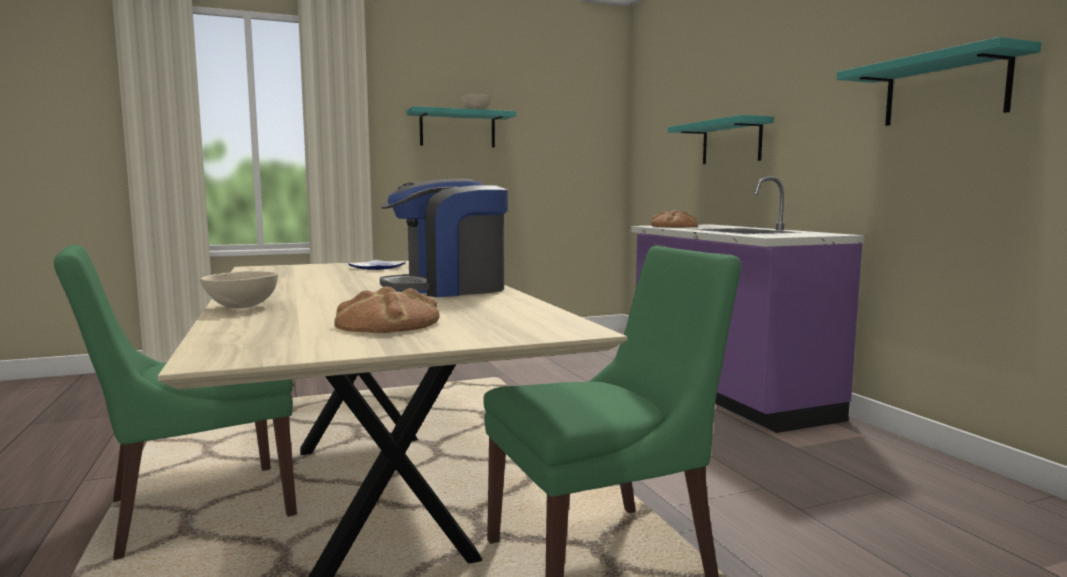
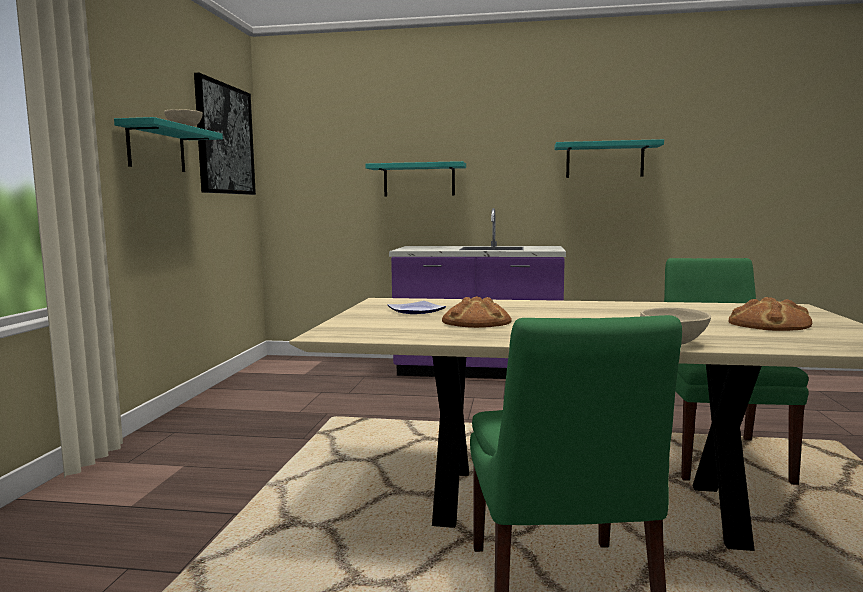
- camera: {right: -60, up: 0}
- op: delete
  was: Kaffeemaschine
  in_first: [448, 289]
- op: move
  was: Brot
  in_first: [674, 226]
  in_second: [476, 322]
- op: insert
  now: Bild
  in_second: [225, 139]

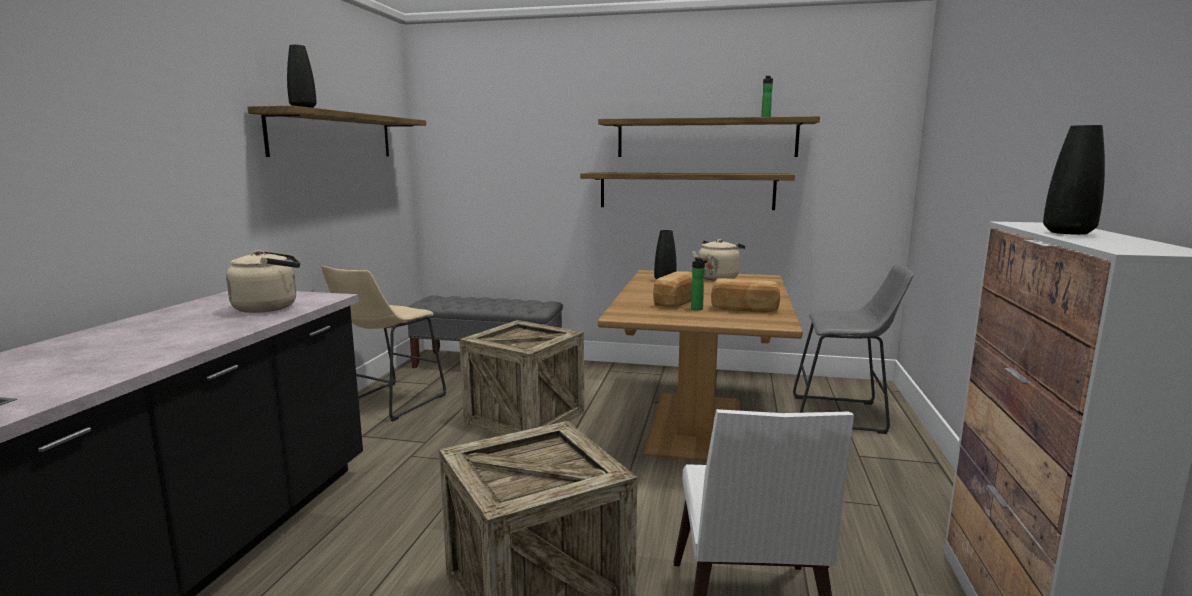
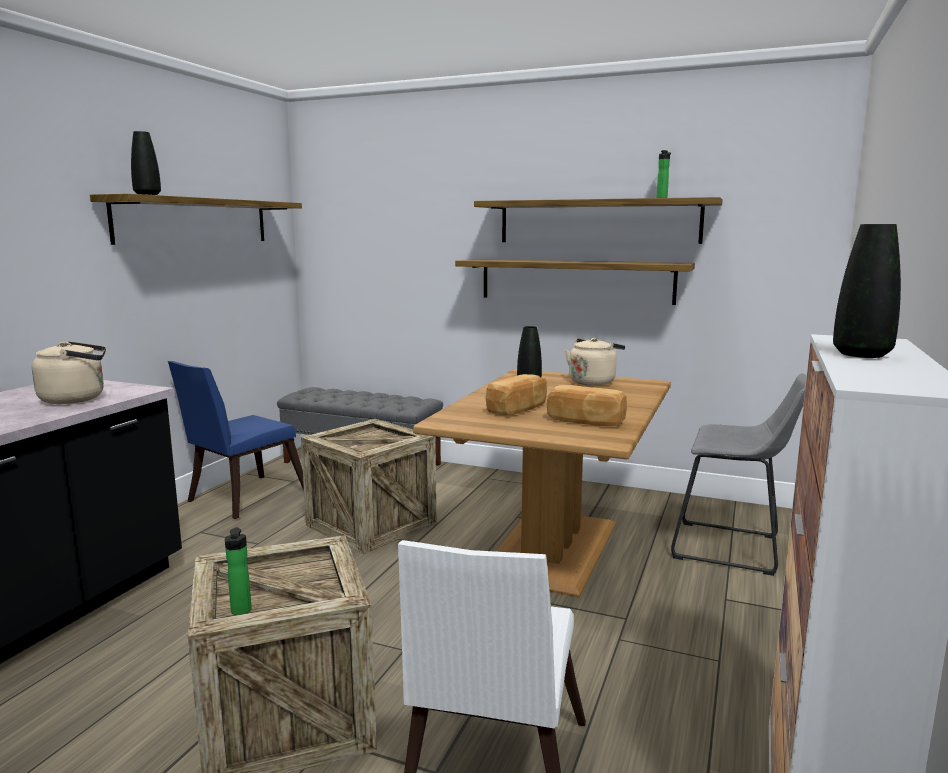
- camera: {right: 10, up: 0}
- op: replace
  was: Hocker (beige)
  now: Stuhl (blau)
  in_first: [387, 403]
  in_second: [241, 499]
- op: move
  was: Flasche
  in_first: [697, 309]
  in_second: [240, 612]

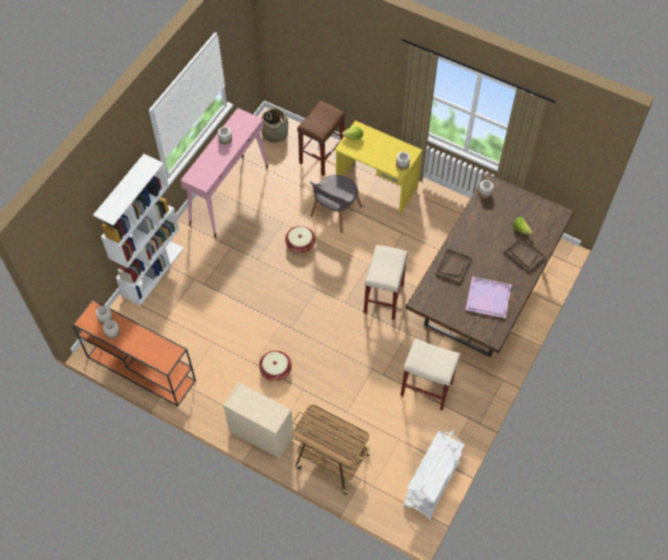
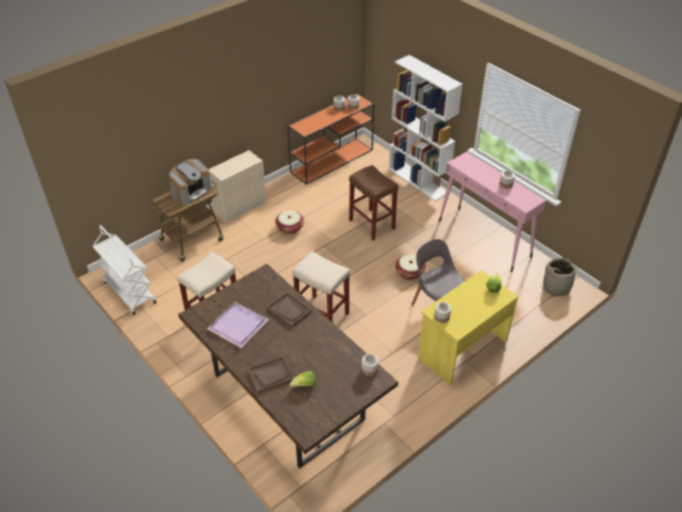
- camera: {right: 110, up: -15}
- op: move
  was: Hocker (braun)
  in_first: [322, 156]
  in_second: [372, 224]
- op: insert
  now: Kaffeemaschine
  in_second: [191, 191]

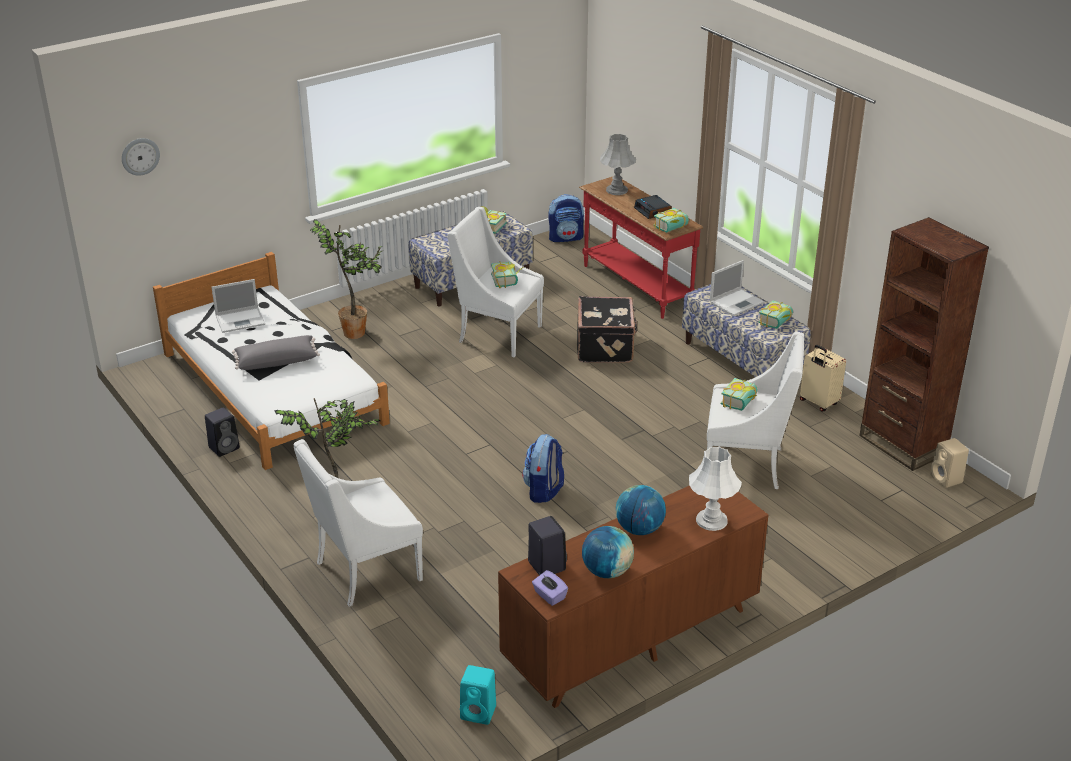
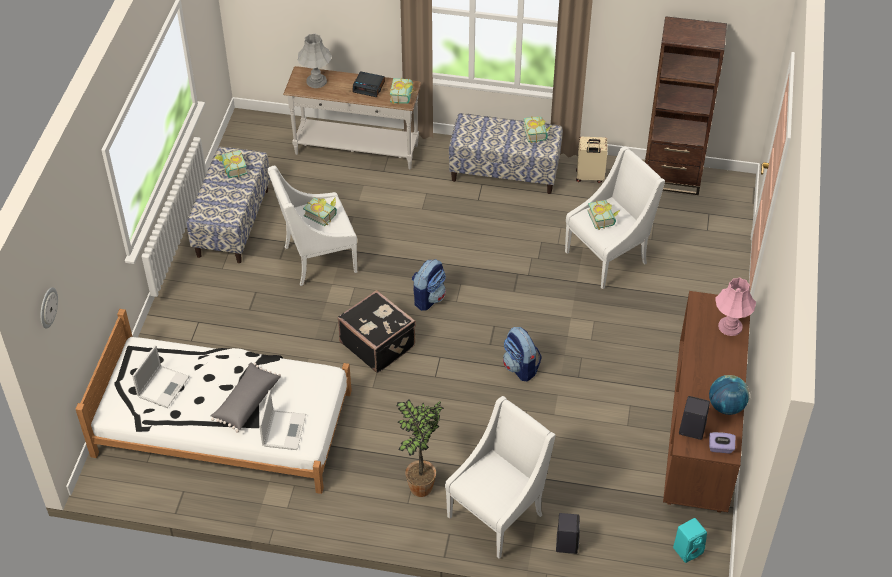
- camera: {right: -45, up: 15}
- op: move
  was: Lautsprecher (schwarz)
  in_first: [225, 447]
  in_second: [566, 542]
- op: rotate
  was: Sessel (weiß)
  in_first: [365, 572]
  in_second: [498, 514]
  clockwise: -150
- op: delete
  was: Topfpflanze
  in_first: [357, 333]
- op: move
  was: Rucksack
  in_first: [566, 238]
  in_second: [429, 298]
- op: move
  was: Koffer (schwarz)
  in_first: [606, 347]
  in_second: [378, 344]
- op: recolor
  was: Konsolentisch (rot)
  now: Konsolentisch (weiß)
  in_first: [635, 286]
  in_second: [356, 150]
- op: delete
  was: Globus
  in_first: [639, 529]
- op: recolor
  was: Tischlampe (weiß)
  now: Tischlampe (rosa)
  in_first: [711, 520]
  in_second: [730, 327]
- op: move
  was: Laptop
  in_first: [737, 302]
  in_second: [284, 429]
- op: delete
  was: Lautsprecher (beige)
  in_first: [947, 479]

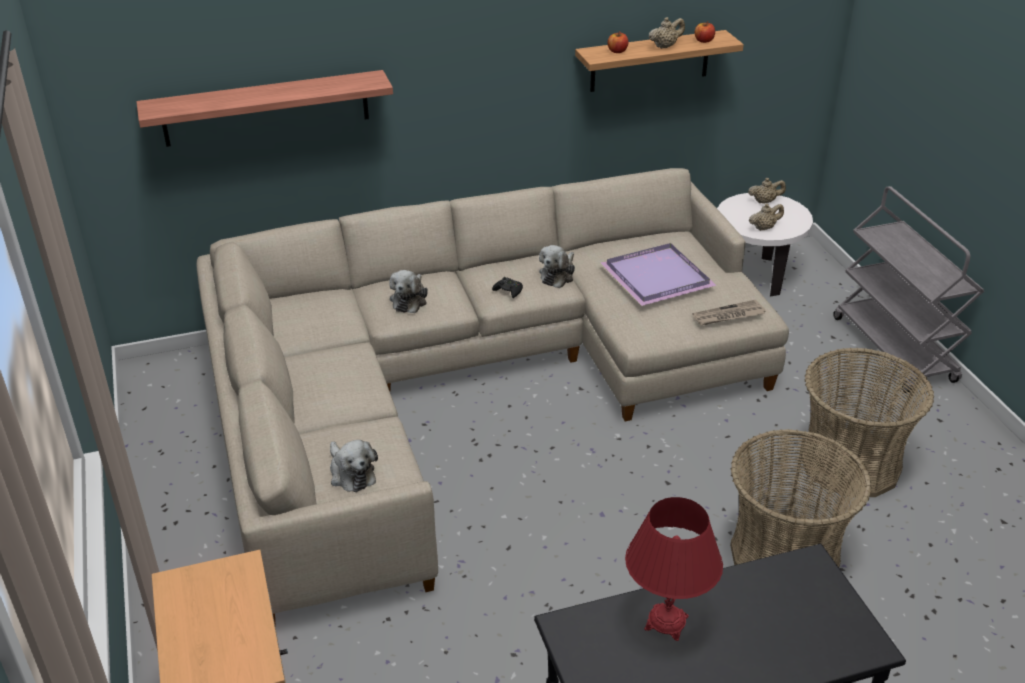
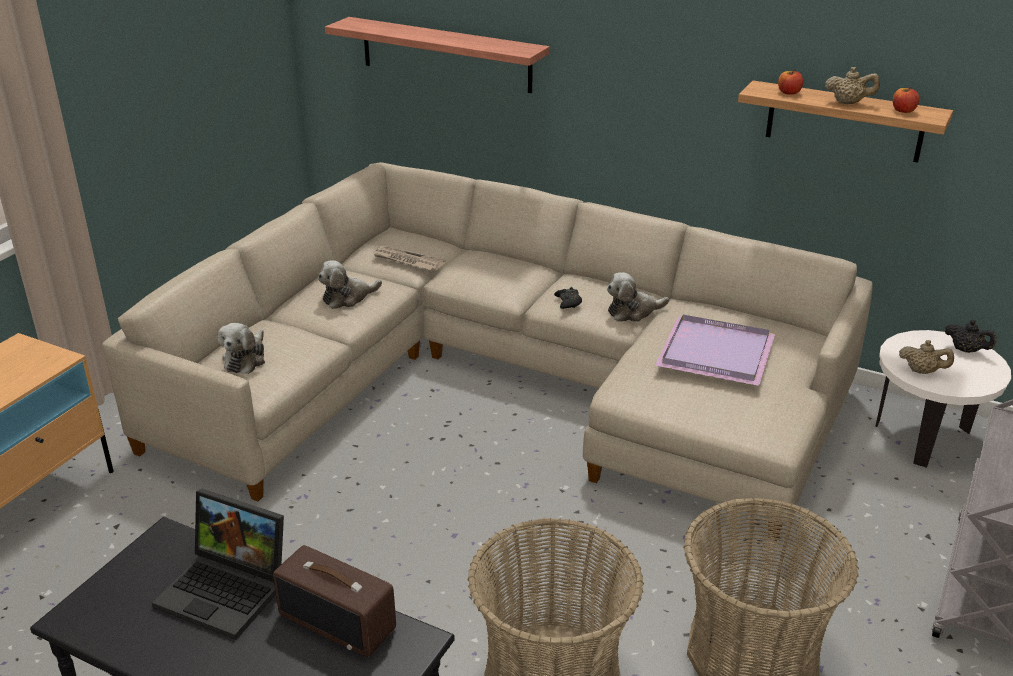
- camera: {right: 45, up: -5}
- op: move
  was: Plüschtier
  in_first: [409, 300]
  in_second: [348, 298]
- op: replace
  was: Tischlampe (rot)
  now: Laptop
  in_first: [666, 622]
  in_second: [228, 590]
- op: move
  was: Zeitung
  in_first: [728, 316]
  in_second: [407, 261]
- op: recolor
  was: Teekanne (beige)
  now: Teekanne (schwarz)
  in_first: [764, 201]
  in_second: [966, 350]
- op: insert
  now: Radio
  in_second: [339, 621]

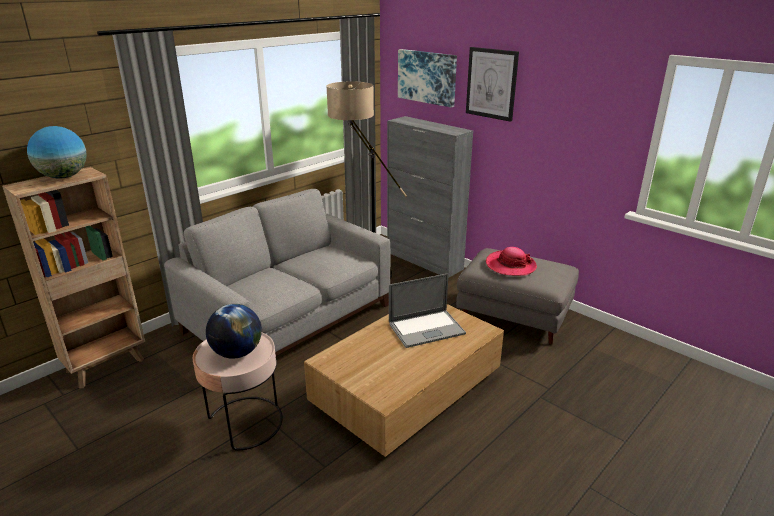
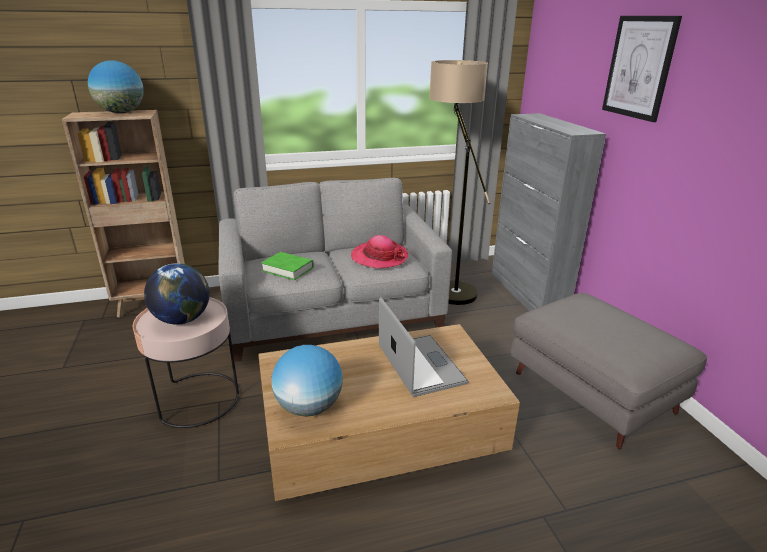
- camera: {right: 30, up: 0}
- op: rotate
  was: Laptop
  in_first: [426, 329]
  in_second: [420, 365]
  clockwise: -120
- op: delete
  was: Bild
  in_first: [427, 77]
- op: move
  was: Hut
  in_first: [510, 265]
  in_second: [379, 257]
- op: insert
  now: Buch (grün)
  in_second: [288, 269]
- op: insert
  now: Globus
  in_second: [309, 407]

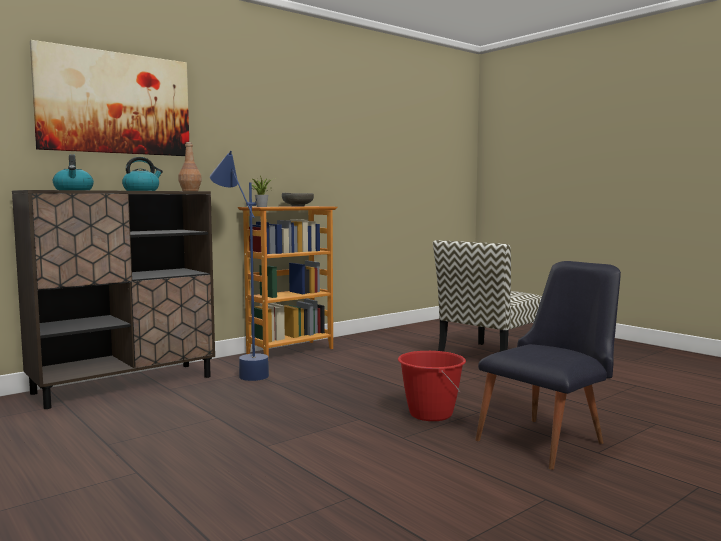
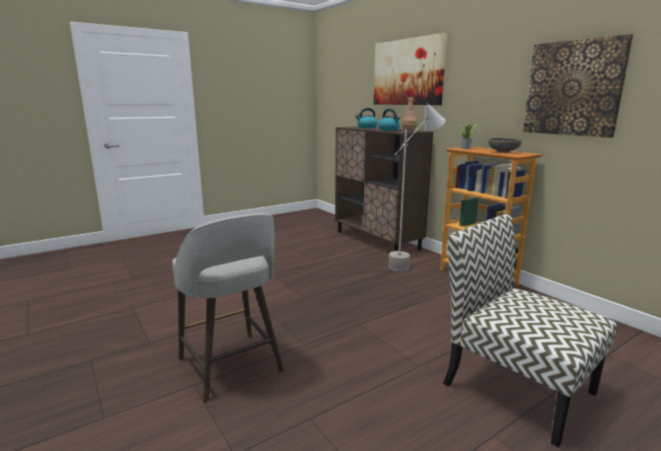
- camera: {right: 95, up: 10}
- op: recolor
  was: Stehlampe (blau)
  now: Stehlampe (grau)
  in_first: [241, 371]
  in_second: [411, 264]
- op: delete
  was: Eimer (rot)
  in_first: [430, 414]
- op: replace
  was: Stuhl (schwarz)
  now: Hocker (grau)
  in_first: [549, 439]
  in_second: [231, 366]
- op: insert
  now: Bild
  in_second: [573, 88]

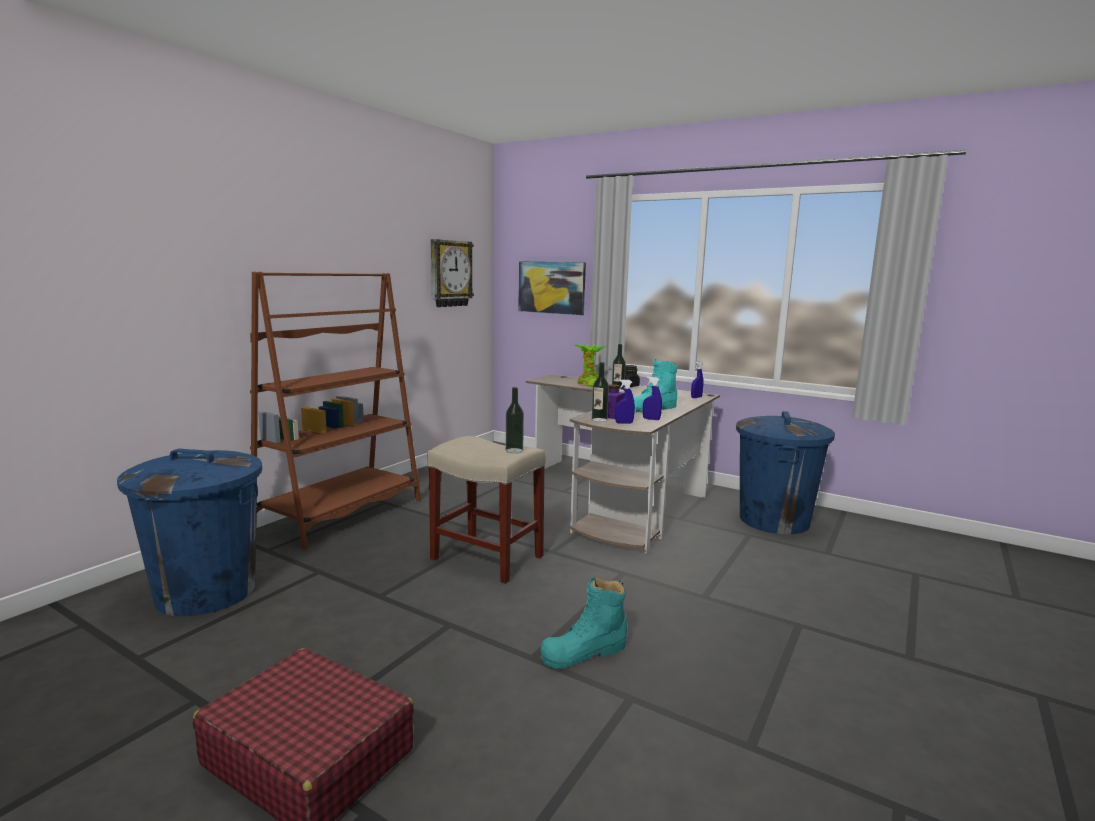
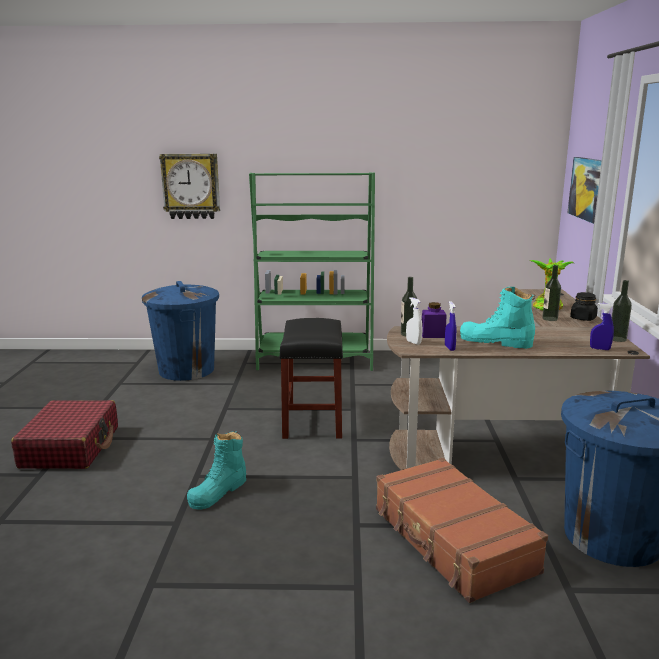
- camera: {right: 60, up: 5}
- op: recolor
  was: Bücherregal (braun)
  now: Bücherregal (grün)
  in_first: [342, 515]
  in_second: [314, 360]
- op: recolor
  was: Hocker (beige)
  now: Hocker (schwarz)
  in_first: [485, 557]
  in_second: [313, 420]
- op: move
  was: Wanduhr
  in_first: [450, 273]
  in_second: [191, 186]
- op: move
  was: Flasche
  in_first: [514, 450]
  in_second: [617, 339]
- op: rotate
  was: Stiefel (türkis)
  in_first: [584, 652]
  in_second: [218, 492]
  clockwise: -90
- op: recolor
  was: Sprühflasche (blau)
  now: Sprühflasche (weiß)
  in_first: [624, 423]
  in_second: [413, 342]
- op: insert
  now: Koffer (braun)
  in_second: [452, 540]

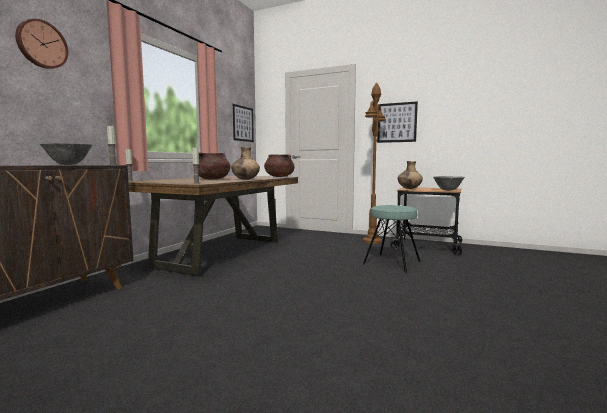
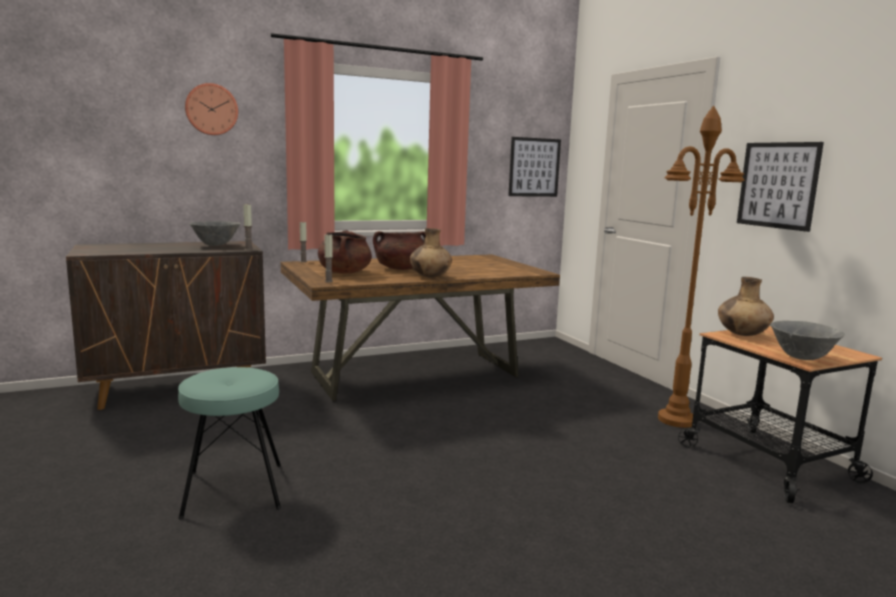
- camera: {right: 40, up: 5}
- op: move
  was: Kochtopf (braun)
  in_first: [279, 177]
  in_second: [344, 272]
- op: move
  was: Hocker (türkis)
  in_first: [392, 263]
  in_second: [234, 490]

